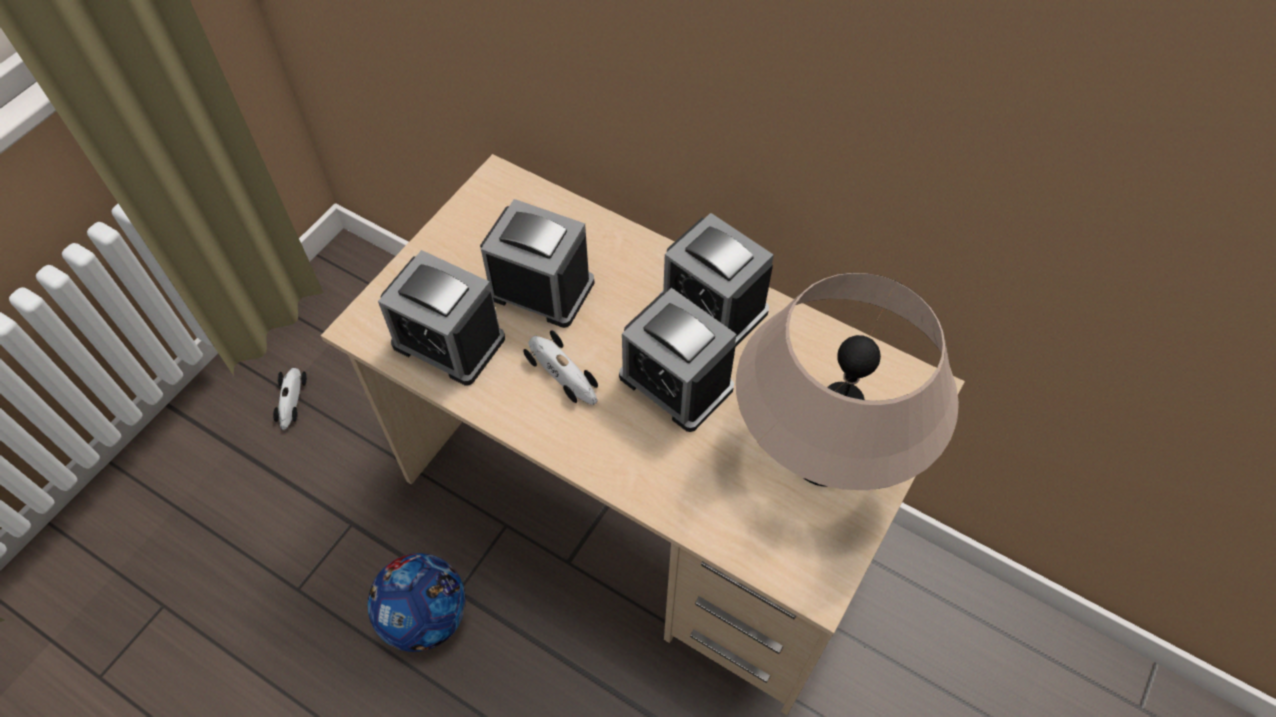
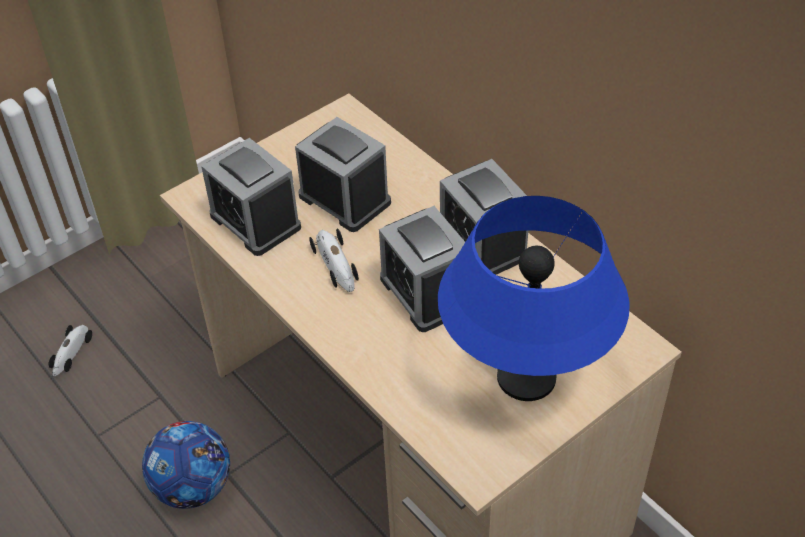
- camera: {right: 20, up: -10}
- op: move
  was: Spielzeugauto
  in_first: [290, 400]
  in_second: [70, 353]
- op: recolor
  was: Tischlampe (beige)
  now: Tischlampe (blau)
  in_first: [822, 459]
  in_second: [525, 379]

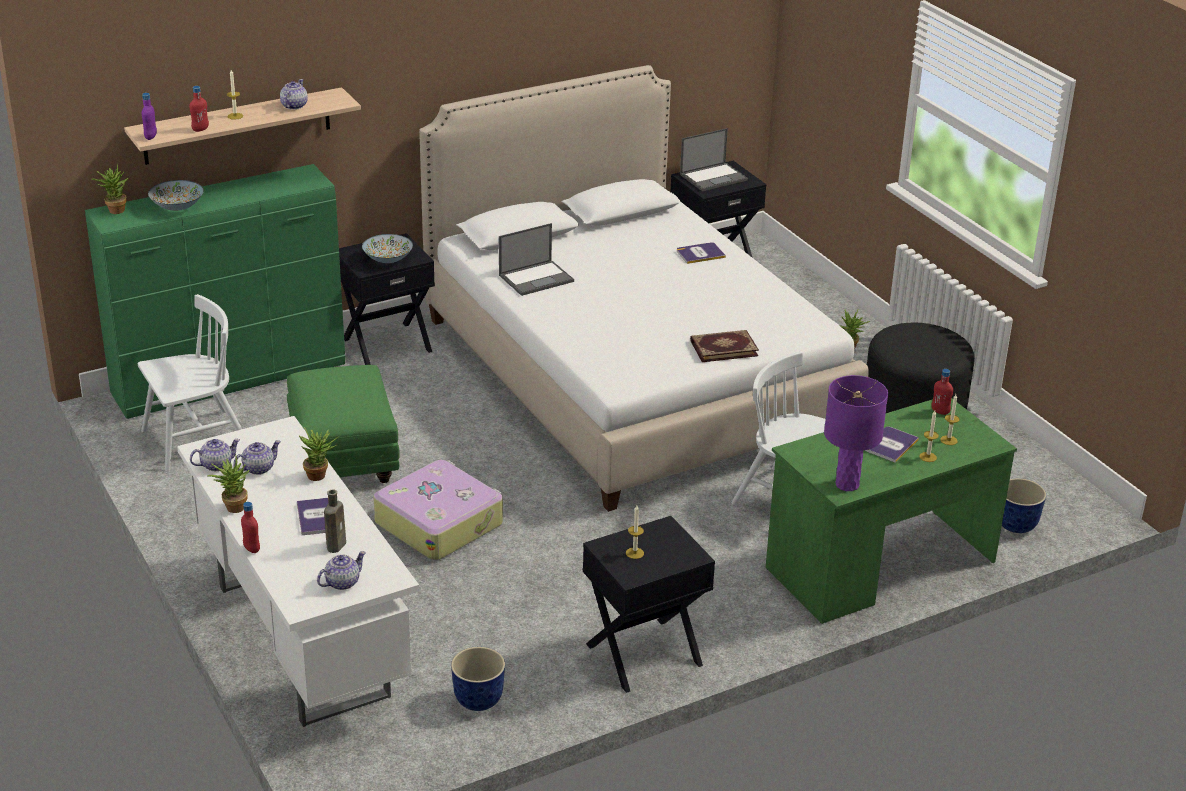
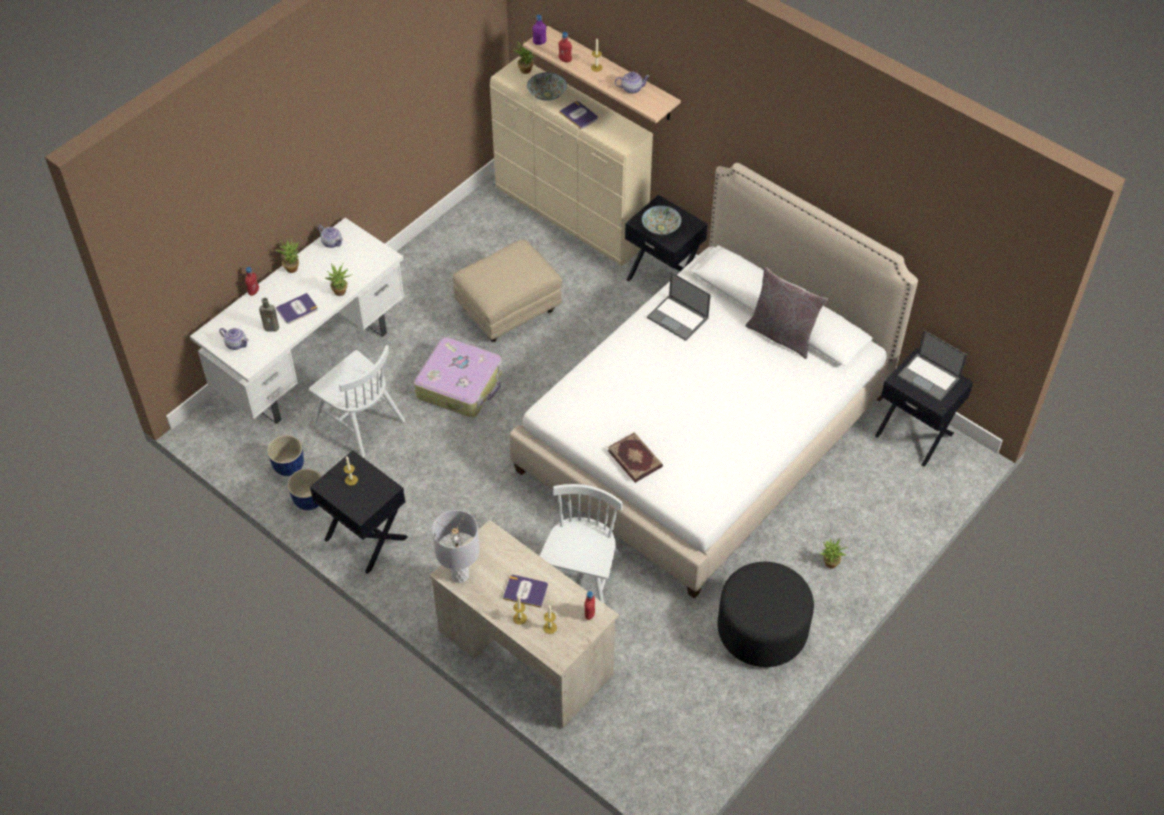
- camera: {right: 70, up: 20}
- op: recolor
  was: Kommode (grün)
  now: Kommode (beige)
  in_first: [231, 381]
  in_second: [570, 218]
- op: move
  was: Stuhl (weiß)
  in_first: [195, 440]
  in_second: [359, 421]
- op: delete
  was: Teekanne
  in_first: [258, 468]
- op: recolor
  was: Polsterhocker (grün)
  now: Polsterhocker (beige)
  in_first: [343, 458]
  in_second: [509, 309]
- op: move
  was: Buch
  in_first: [700, 254]
  in_second: [579, 115]
- op: recolor
  was: Schreibtisch (grün)
  now: Schreibtisch (beige)
  in_first: [880, 565]
  in_second: [525, 652]
- op: recolor
  was: Tischlampe (lila)
  now: Tischlampe (grau)
  in_first: [847, 485]
  in_second: [459, 575]
- op: move
  was: Pflanzkübel
  in_first: [1016, 526]
  in_second: [309, 501]
- op: insert
  now: Kissen (grau)
  in_second: [782, 335]

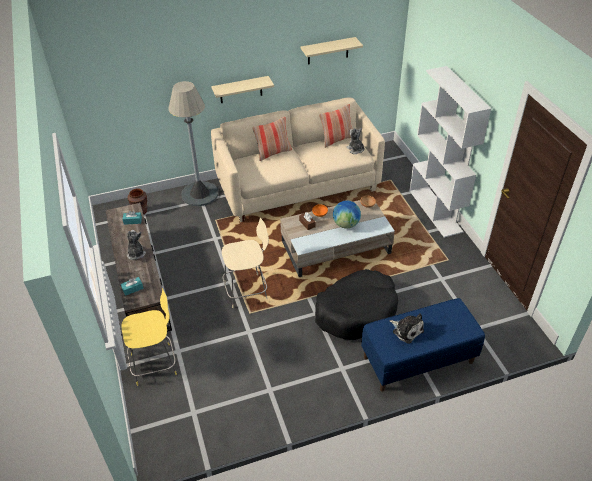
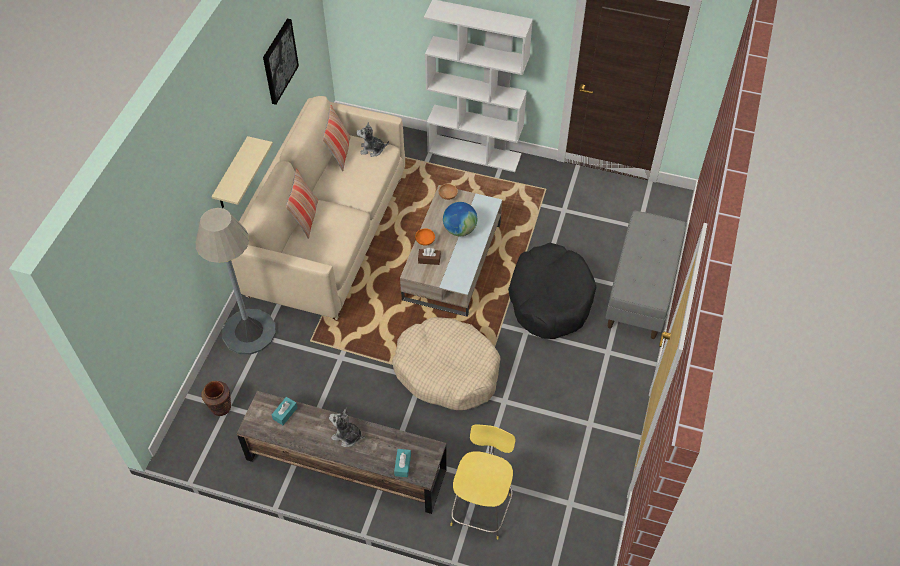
- camera: {right: -55, up: 10}
- op: replace
  was: Hocker (beige)
  now: Hundebett (beige)
  in_first: [247, 290]
  in_second: [447, 371]
- op: replace
  was: Wandregal (beige)
  now: Bild
  in_first: [328, 51]
  in_second: [279, 61]
- op: recolor
  was: Bank (blau)
  now: Bank (grau)
  in_first: [418, 360]
  in_second: [641, 291]
- op: delete
  was: Plüschtier
  in_first: [406, 330]

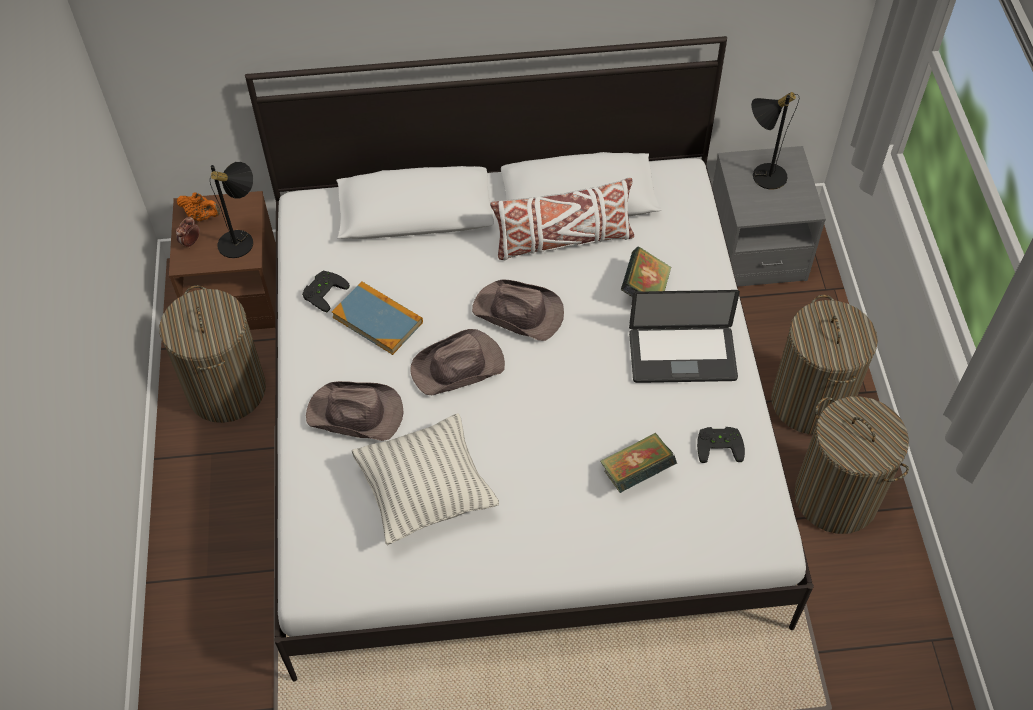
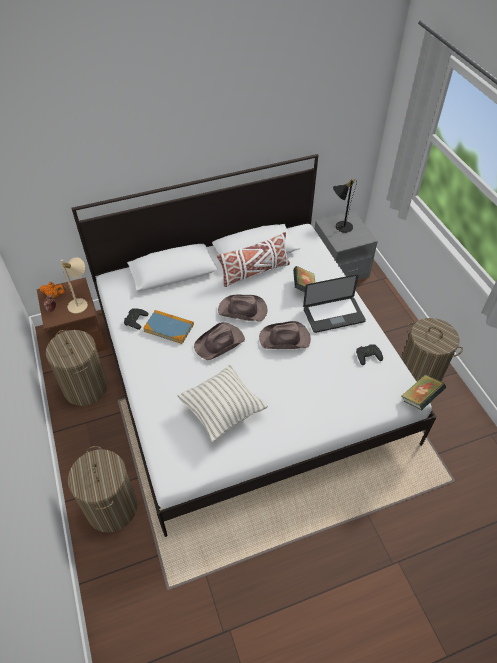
- camera: {right: -15, up: -5}
- op: recolor
  was: Tischlampe (schwarz)
  now: Tischlampe (beige)
  in_first: [242, 240]
  in_second: [81, 303]
- op: move
  was: Hut (braun)
  in_first: [356, 414]
  in_second: [285, 339]
- op: move
  was: Buch
  in_first: [636, 473]
  in_second: [420, 398]
- op: move
  was: Wäschekorb
  in_first: [811, 402]
  in_second: [112, 507]

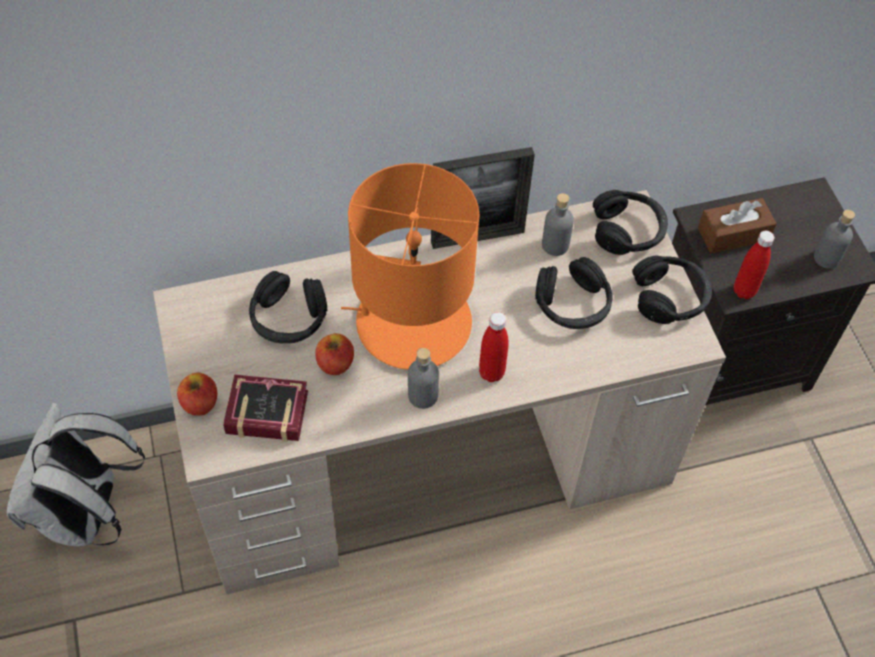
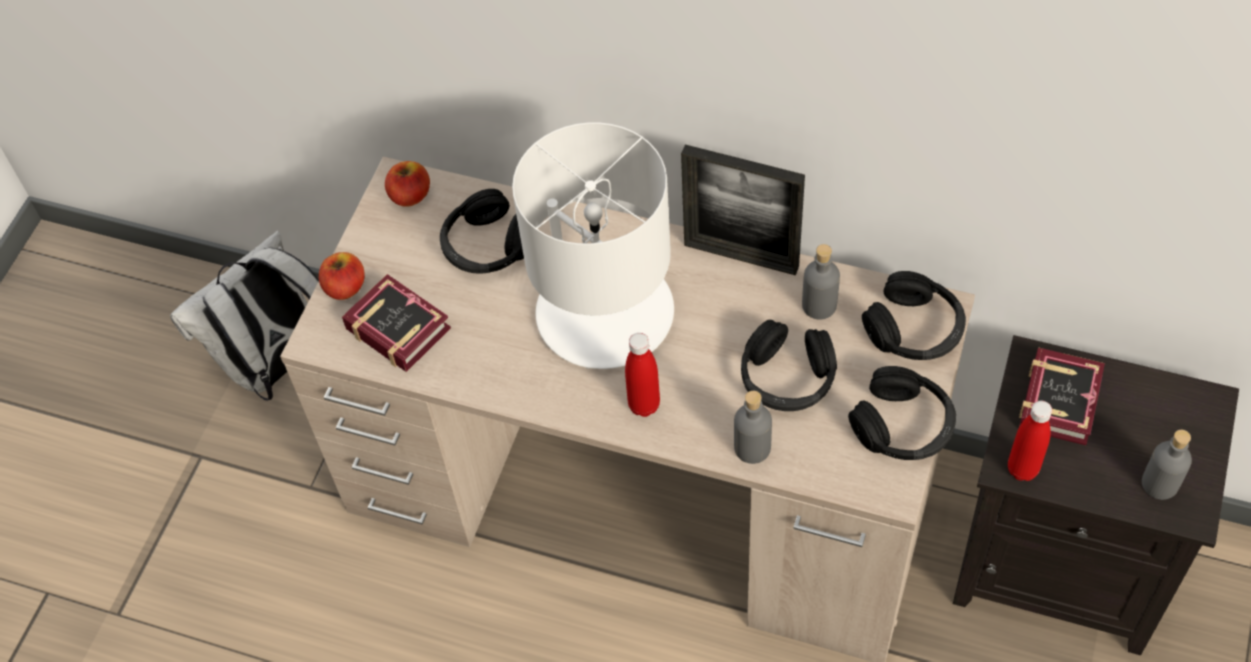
- camera: {right: 40, up: 0}
- op: move
  was: Apfel
  in_first: [335, 363]
  in_second: [410, 195]
- op: recolor
  was: Tischlampe (orange)
  now: Tischlampe (weiß)
  in_first: [412, 323]
  in_second: [603, 312]
- op: move
  was: Flasche (grau)
  in_first: [422, 396]
  in_second: [752, 447]
- op: replace
  was: Taschentuchbox (braun)
  now: Buch
  in_first: [733, 234]
  in_second: [1063, 399]

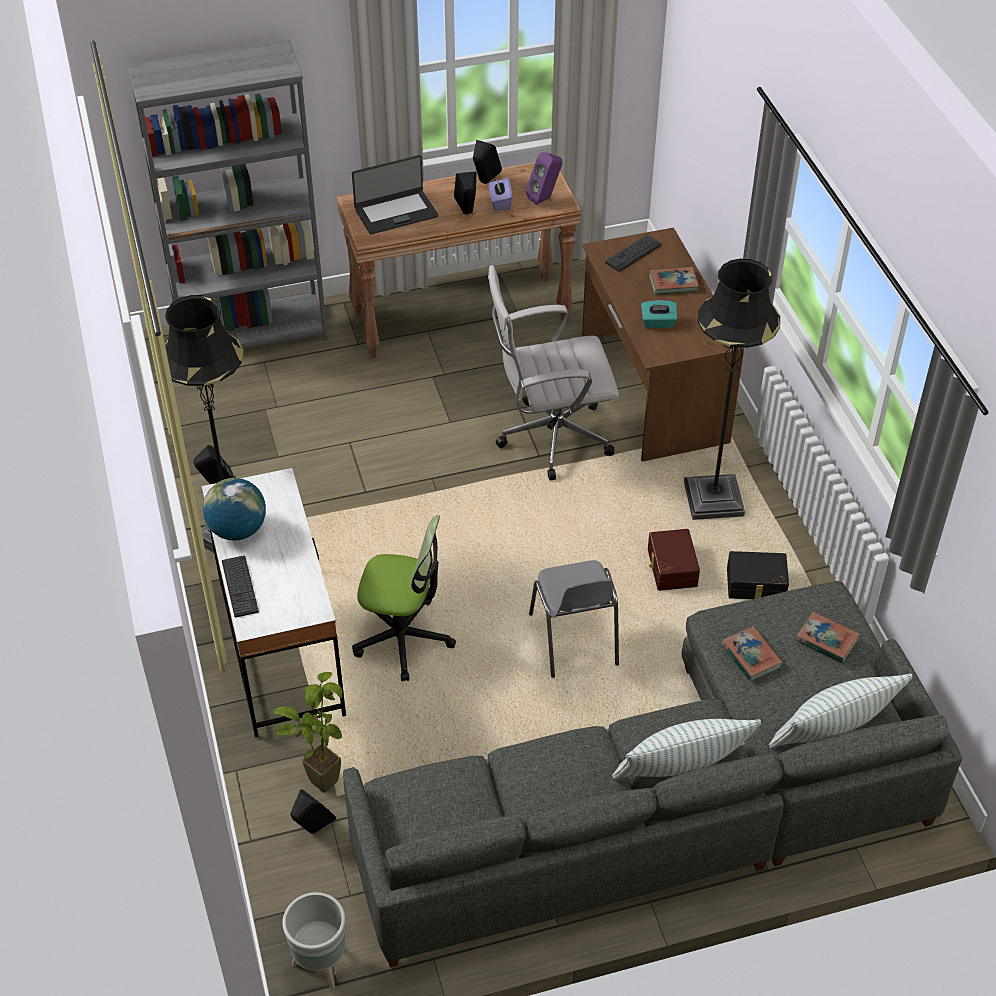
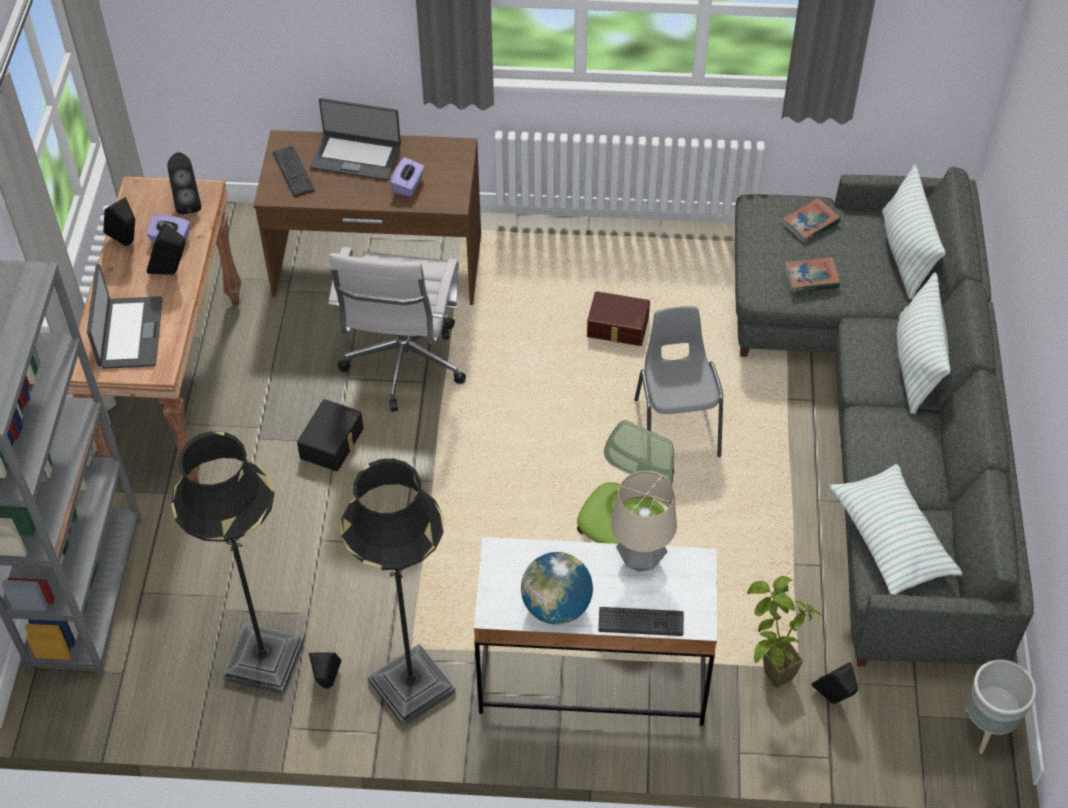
- camera: {right: -70, up: 5}
- op: recolor
  was: Lautsprecher (lila)
  now: Lautsprecher (schwarz)
  in_first: [545, 198]
  in_second: [188, 203]
- op: rotate
  was: Stuhl (grau)
  in_first: [574, 640]
  in_second: [676, 427]
  clockwise: -105
- op: recolor
  was: Taschentuchbox (türkis)
  now: Taschentuchbox (lila)
  in_first: [658, 323]
  in_second: [408, 186]
- op: replace
  was: Buch
  now: Laptop
  in_first: [673, 283]
  in_second: [356, 157]
- op: move
  was: Stehlampe (schwarz)
  in_first: [713, 500]
  in_second: [265, 660]
- op: move
  was: Aufbewahrungsbox (schwarz)
  in_first: [756, 585]
  in_second: [333, 443]
- op: insert
  now: Tischlampe
  in_second: [640, 560]
- op: insert
  now: Kissen
  in_second: [891, 540]

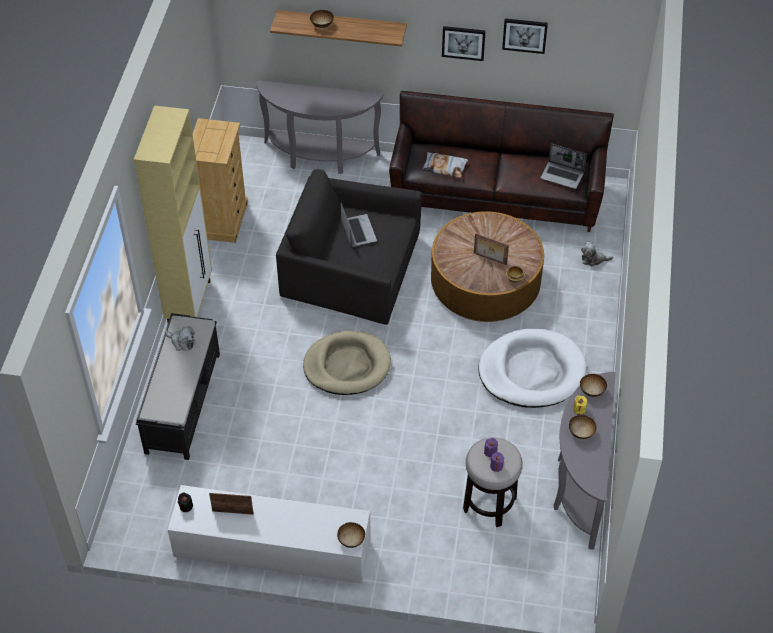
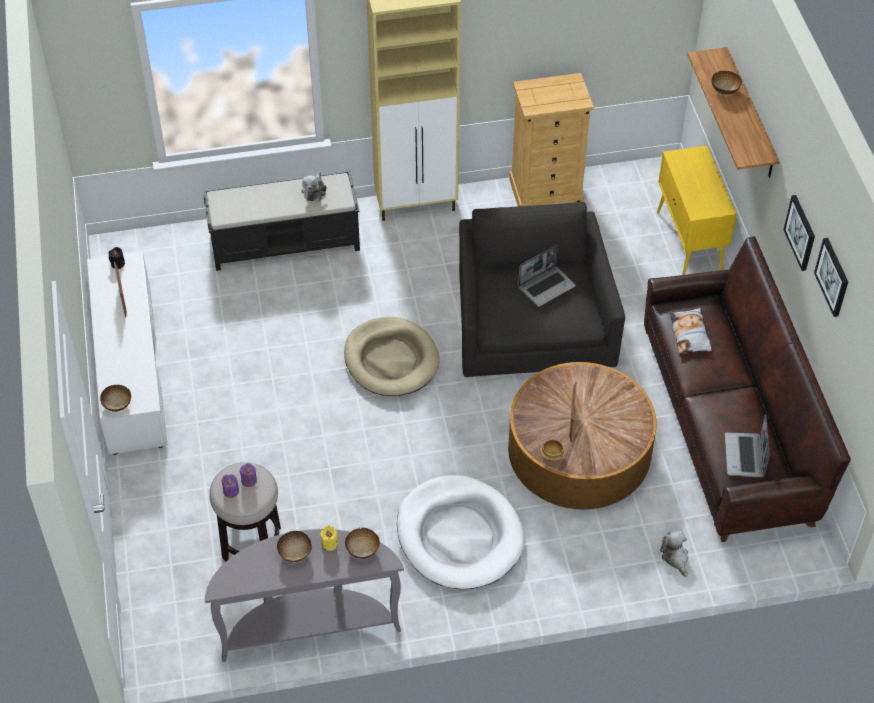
- camera: {right: 70, up: 0}
- op: replace
  was: Konsolentisch (grau)
  now: Schrank (gelb)
  in_first: [319, 158]
  in_second: [689, 242]

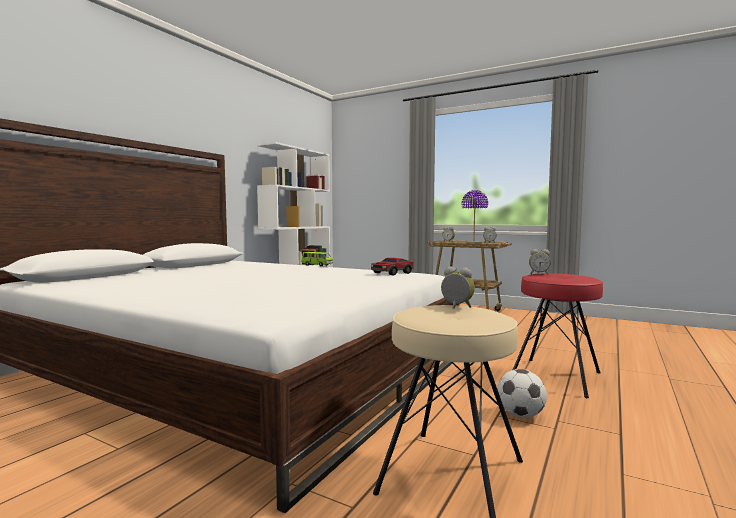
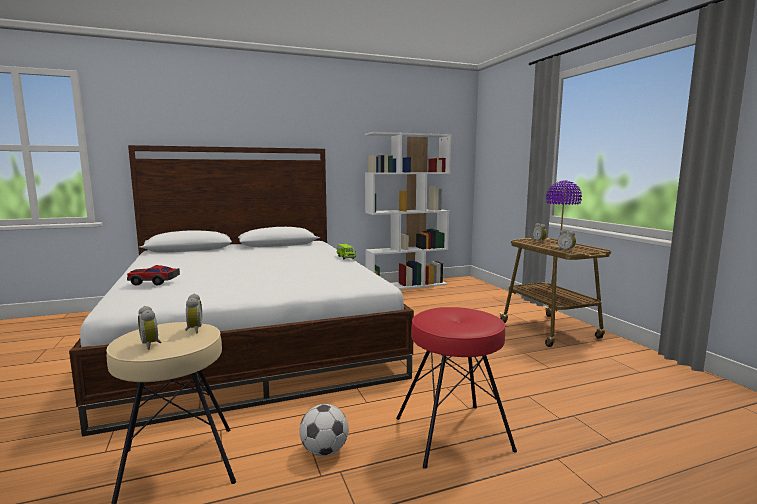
- camera: {right: 40, up: 5}
- op: move
  was: Spielzeugauto
  in_first: [392, 273]
  in_second: [154, 282]
- op: move
  was: Wecker
  in_first: [539, 274]
  in_second: [151, 345]

